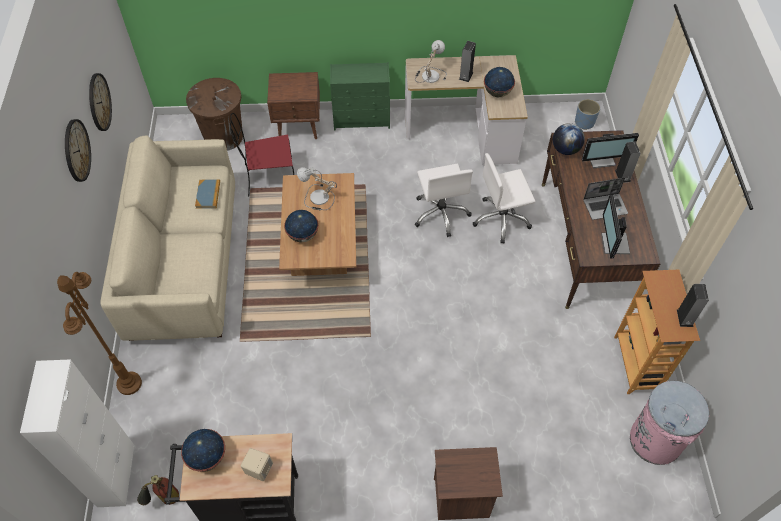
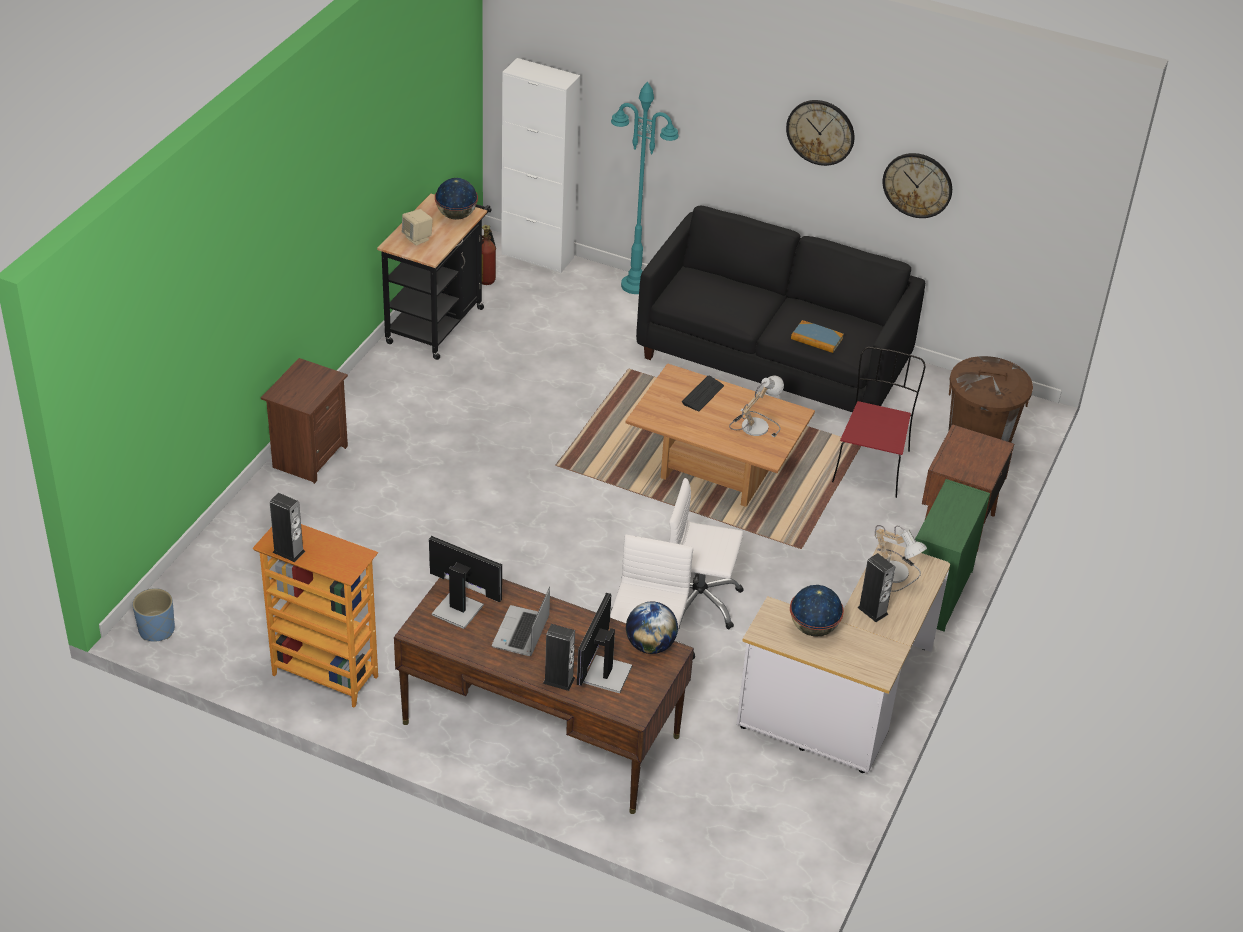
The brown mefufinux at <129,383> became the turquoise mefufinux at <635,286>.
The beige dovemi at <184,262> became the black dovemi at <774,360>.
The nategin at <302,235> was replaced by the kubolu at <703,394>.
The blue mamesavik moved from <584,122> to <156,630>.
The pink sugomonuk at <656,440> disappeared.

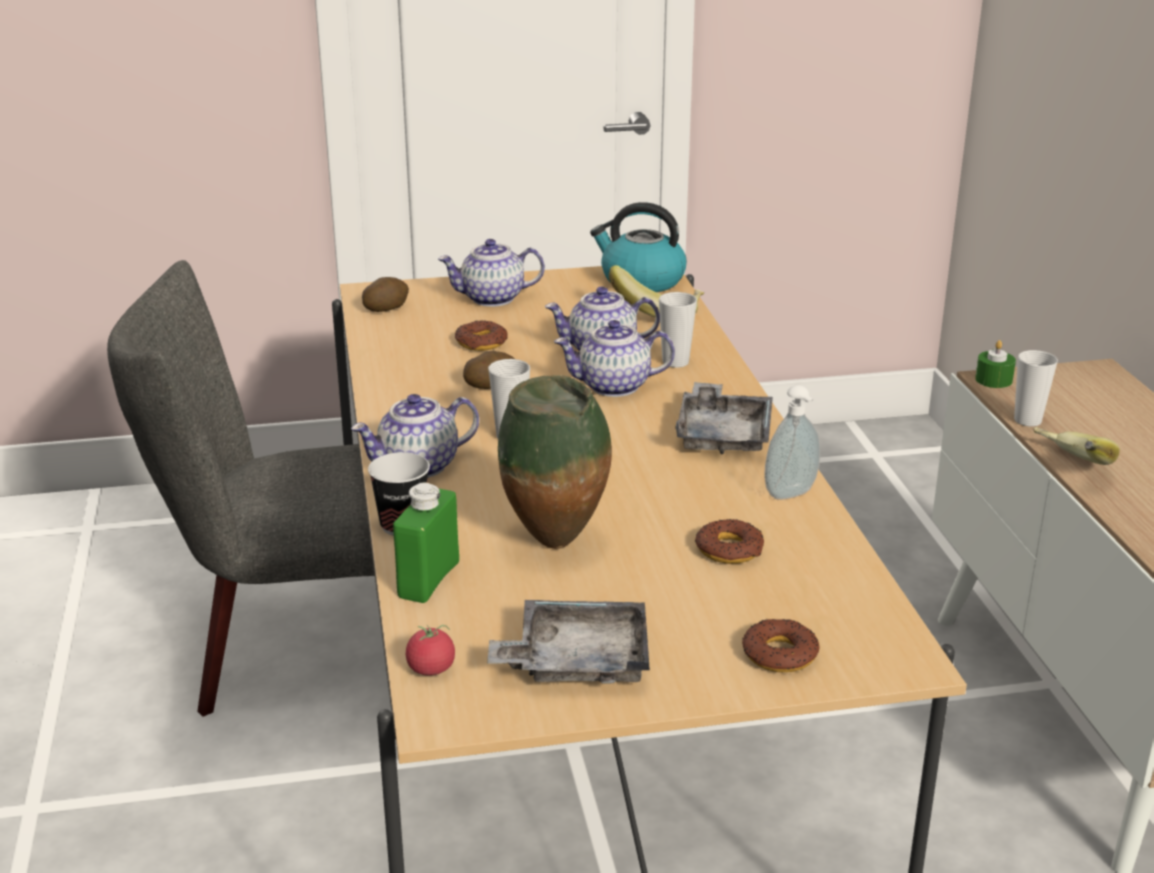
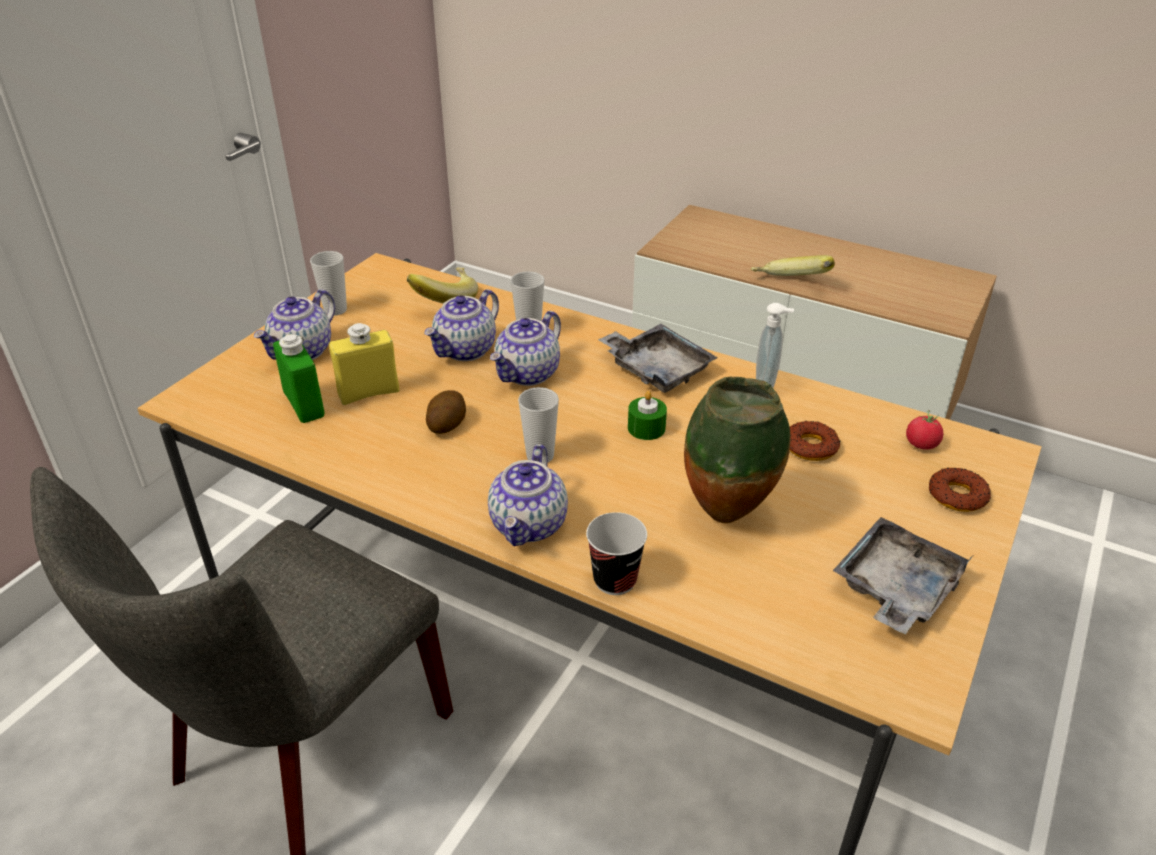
The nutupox at <386,308> disappeared.
The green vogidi moved from <429,580> to <304,405>.
The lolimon moved from <431,669> to <921,444>.
The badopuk at <481,342> was replaced by the yellow vogidi at <369,393>.
The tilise at <641,281> disappeared.
The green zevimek moved from <993,380> to <646,428>.
The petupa moved from <1027,420> to <335,310>.

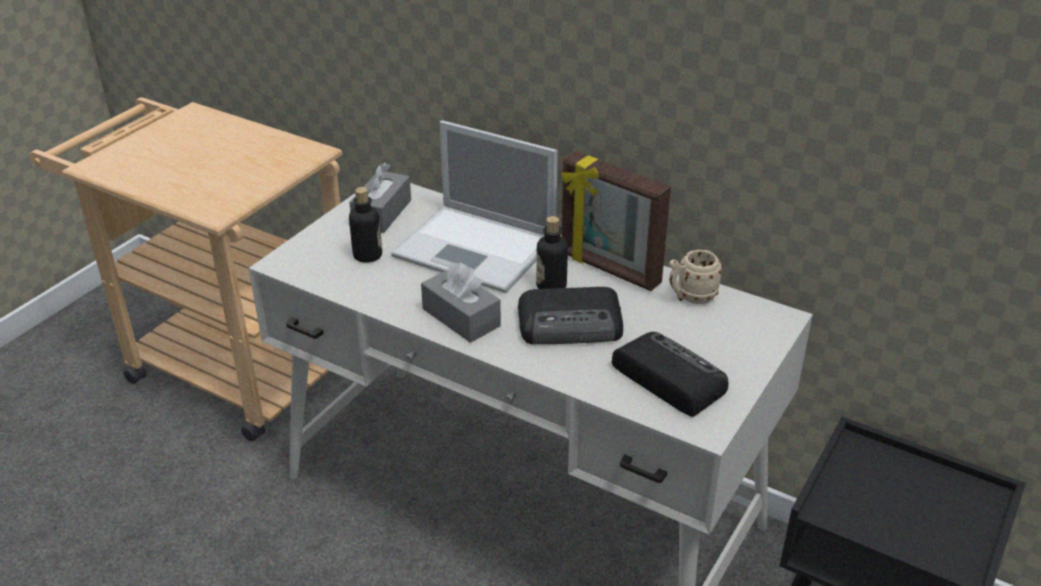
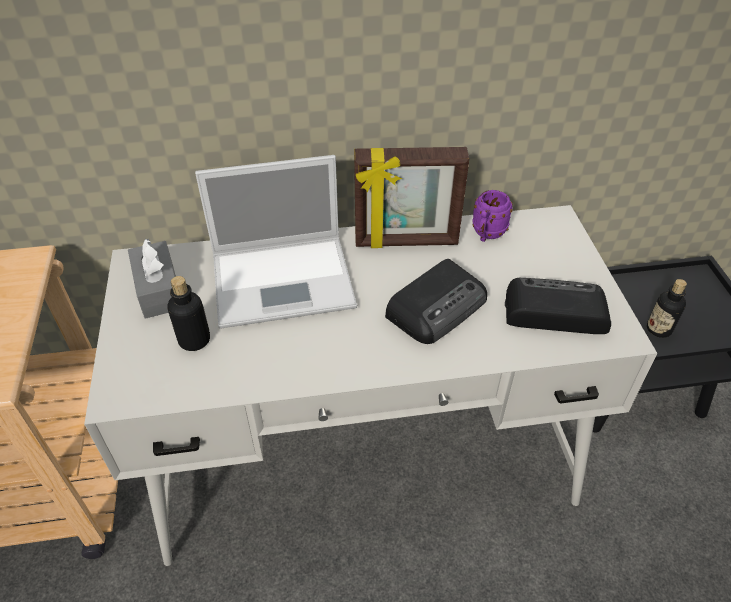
The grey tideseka at <461,317> disappeared.
The vogidi moved from <551,286> to <658,329>.
The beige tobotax at <690,297> became the purple tobotax at <486,234>.

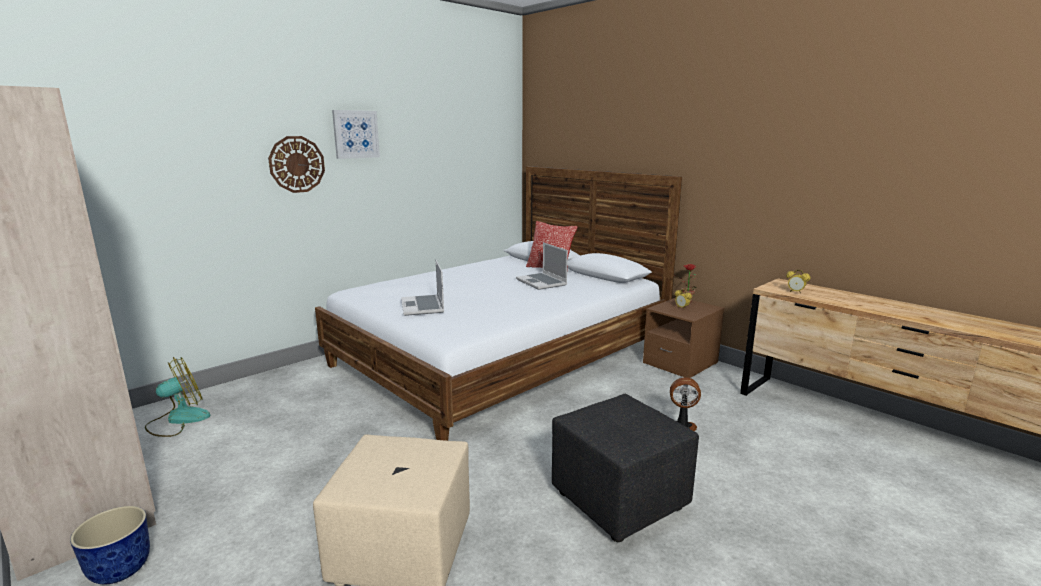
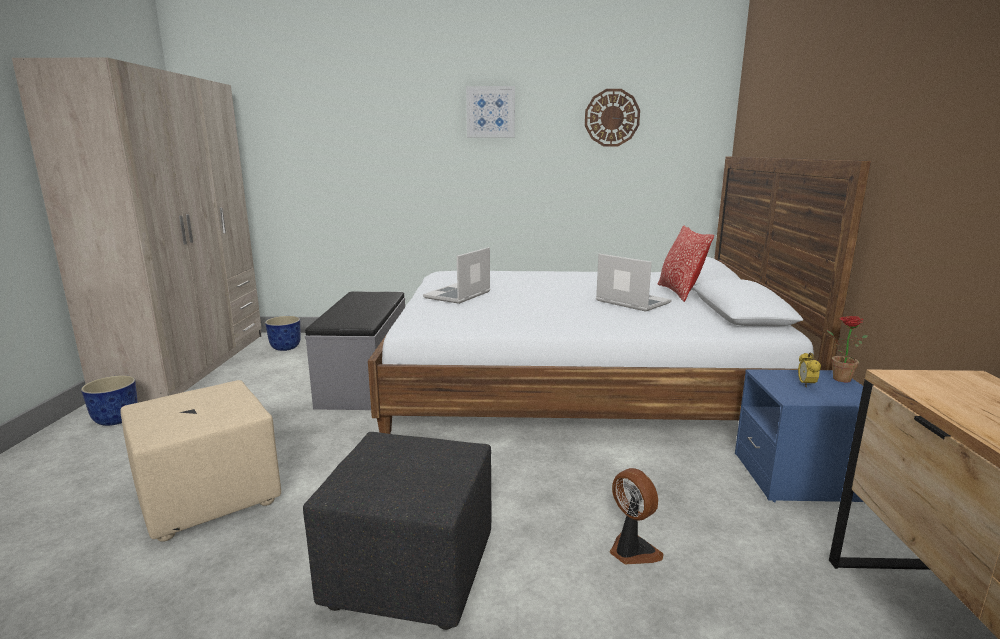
The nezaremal at <178,420> was replaced by the mamesavik at <286,348>.
The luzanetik moved from <297,164> to <612,118>.
The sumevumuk at <542,282> turned 120 degrees clockwise.
The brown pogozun at <680,363> became the blue pogozun at <798,477>.
The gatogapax at <795,292> disappeared.
The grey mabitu at <366,380> appeared.

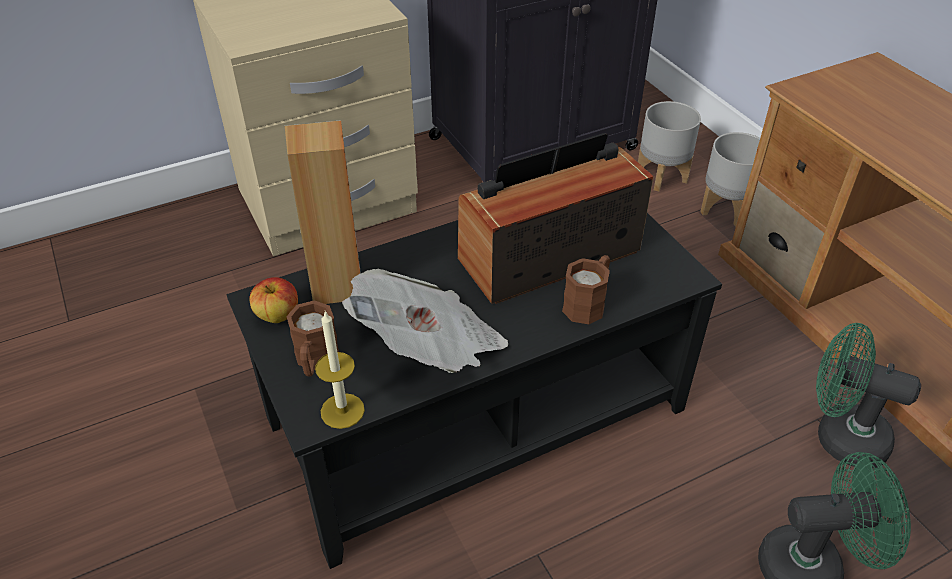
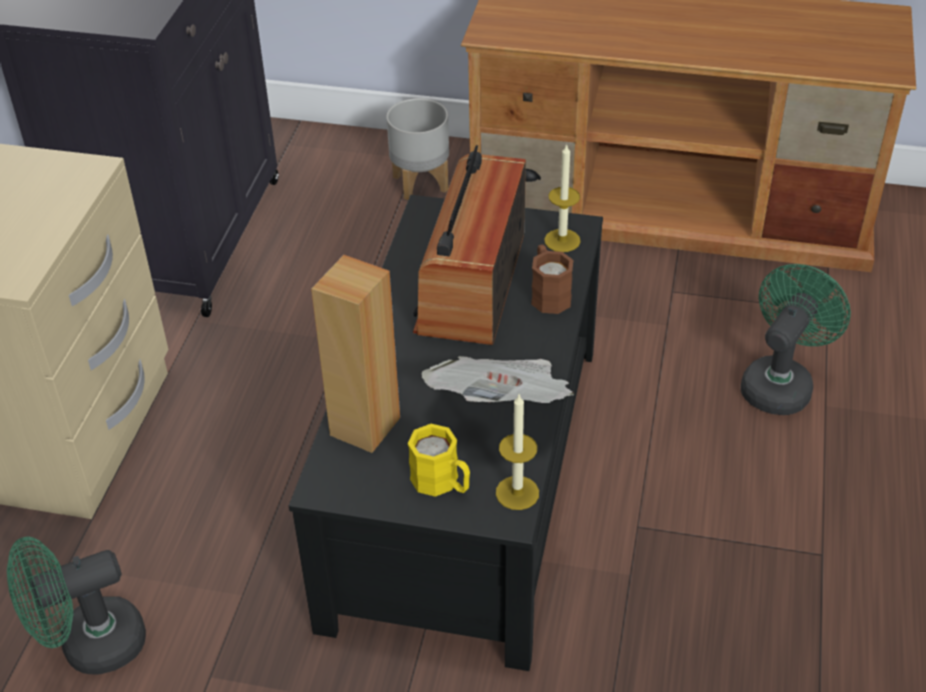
The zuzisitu at <278,315> disappeared.
The brown tobotax at <315,360> became the yellow tobotax at <442,483>.
The grey mamesavik at <662,176> disappeared.
The green nezaremal moved from <839,436> to <90,646>.
The zevimek at <562,240> appeared.

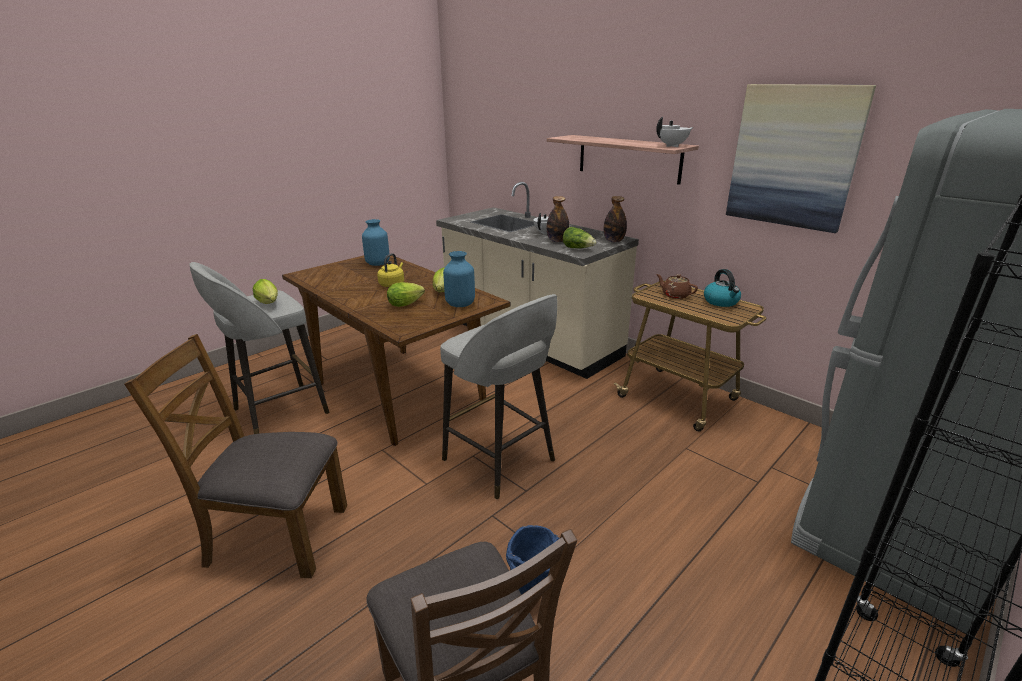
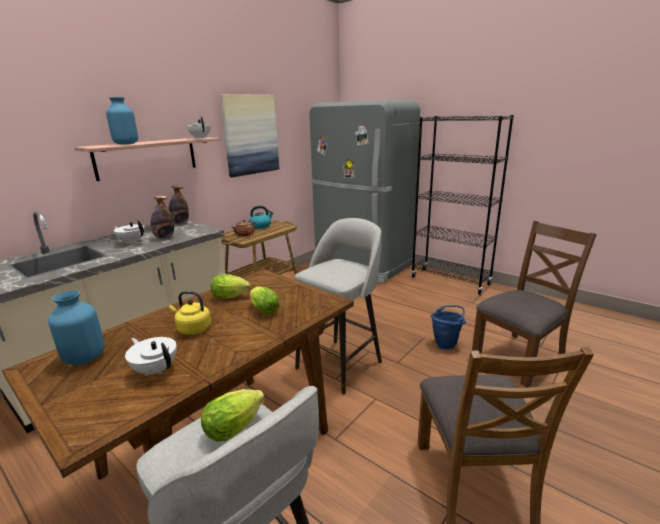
The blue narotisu moved from <460,304> to <126,144>.
The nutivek at <578,248> disappeared.
The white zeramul at <155,369> appeared.

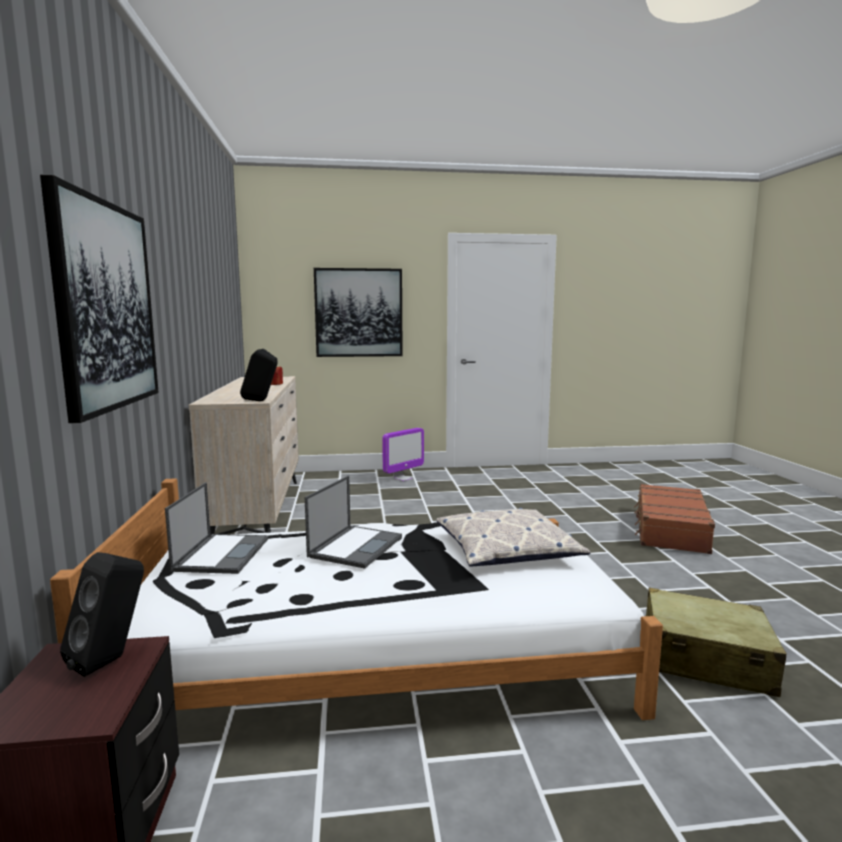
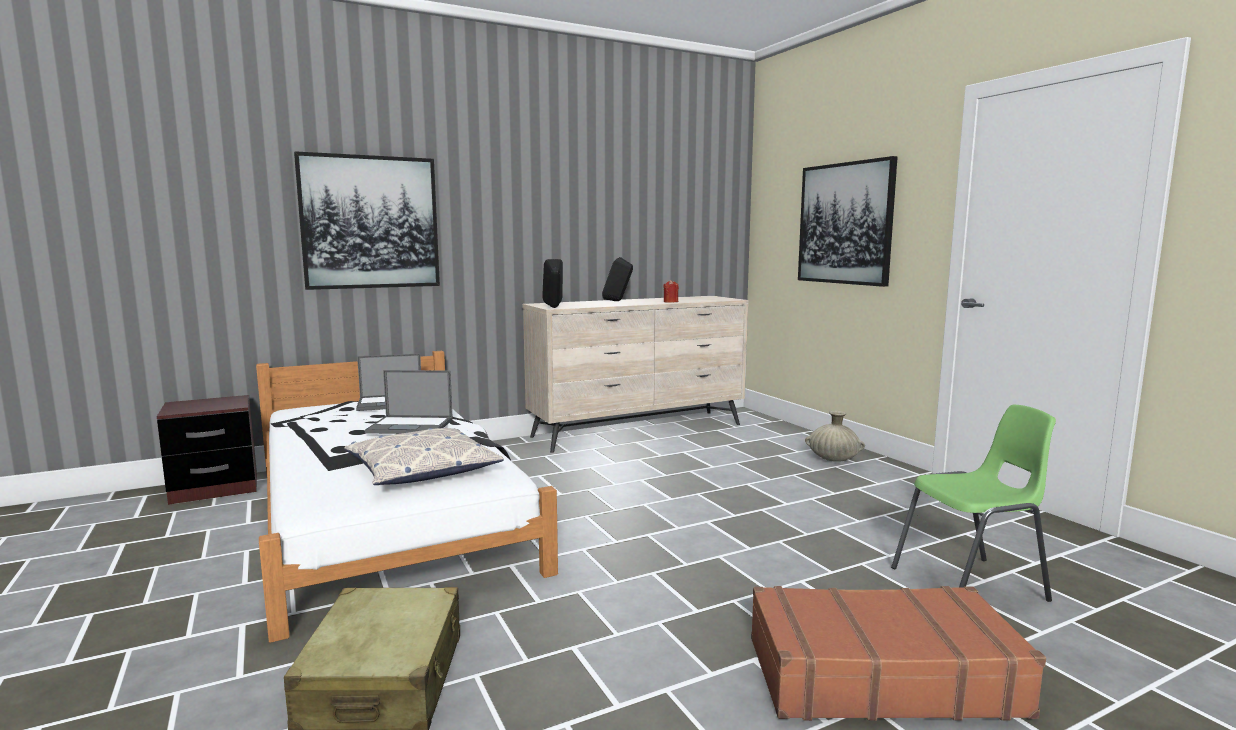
The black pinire moved from <111,660> to <617,301>.
The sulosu at <403,478> was replaced by the beige narotisu at <833,459>.
The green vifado at <970,585> appeared.

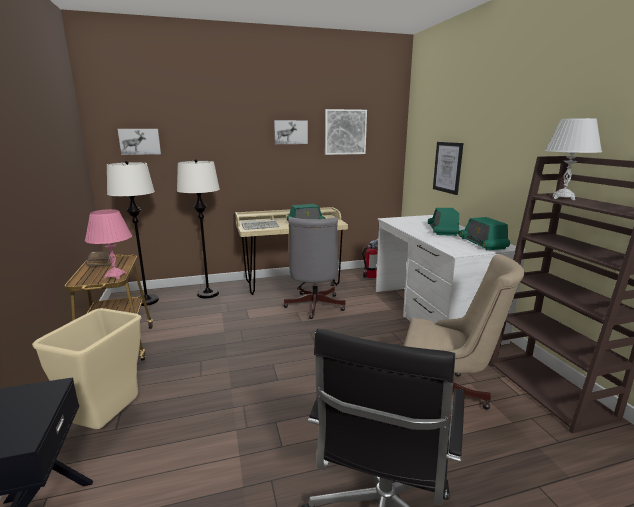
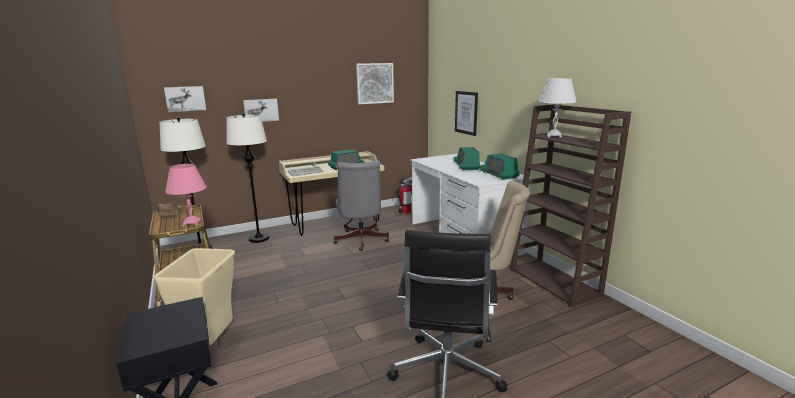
The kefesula moved from <290,132> to <261,110>.

